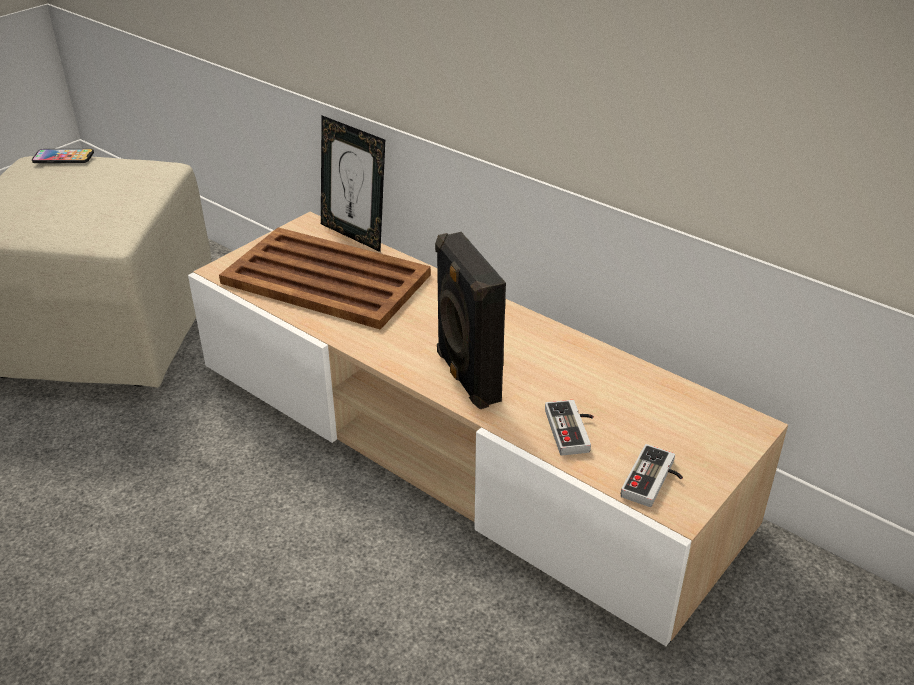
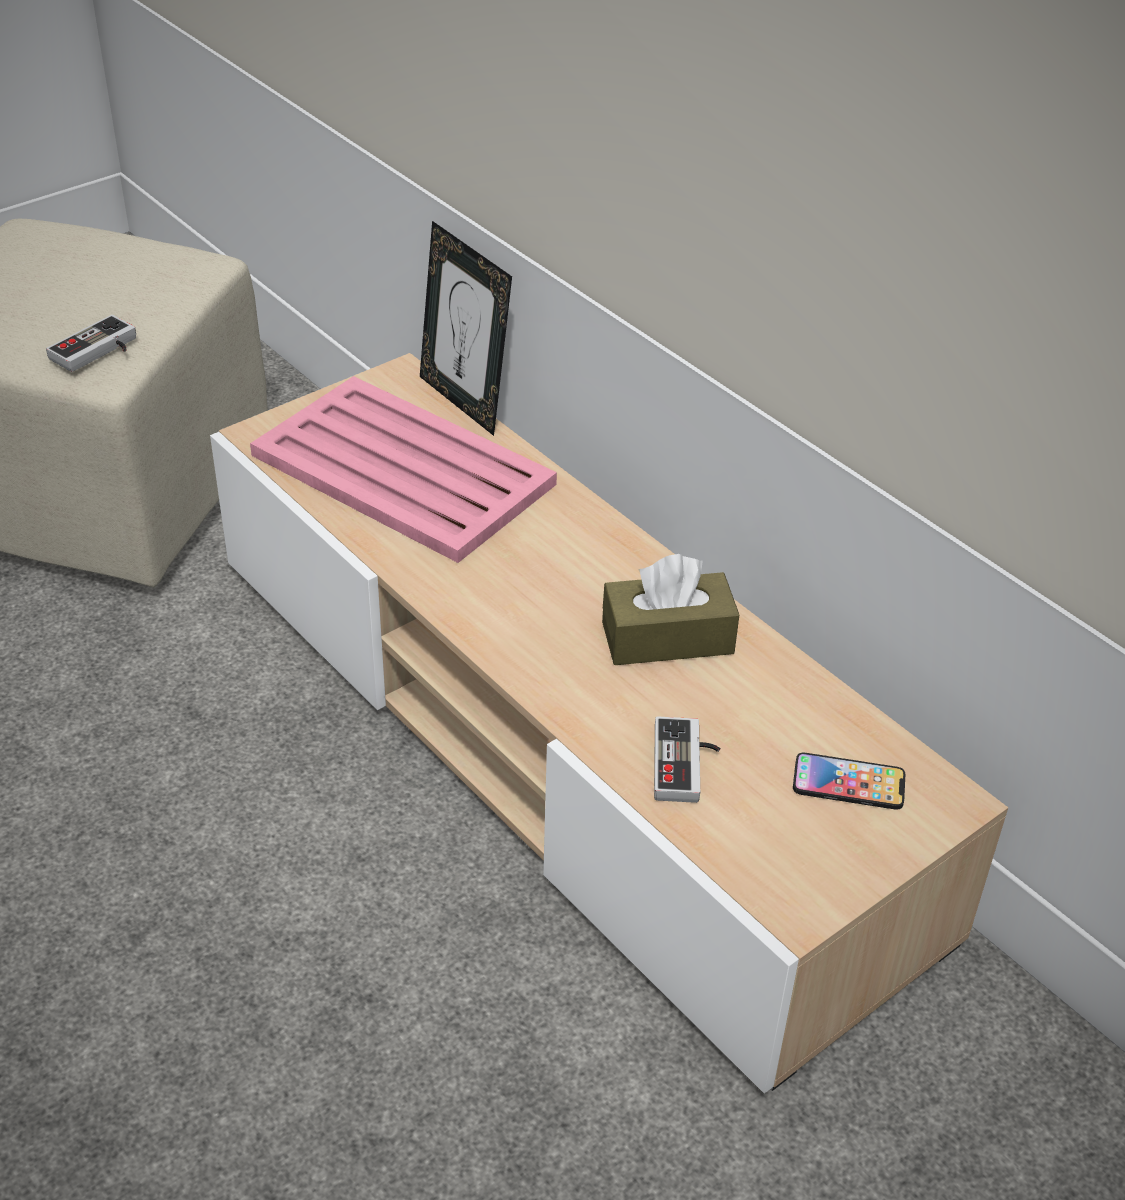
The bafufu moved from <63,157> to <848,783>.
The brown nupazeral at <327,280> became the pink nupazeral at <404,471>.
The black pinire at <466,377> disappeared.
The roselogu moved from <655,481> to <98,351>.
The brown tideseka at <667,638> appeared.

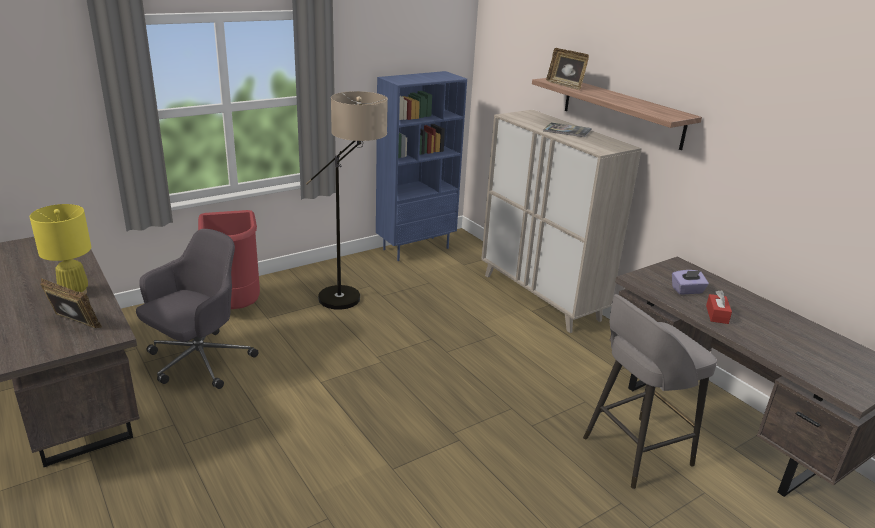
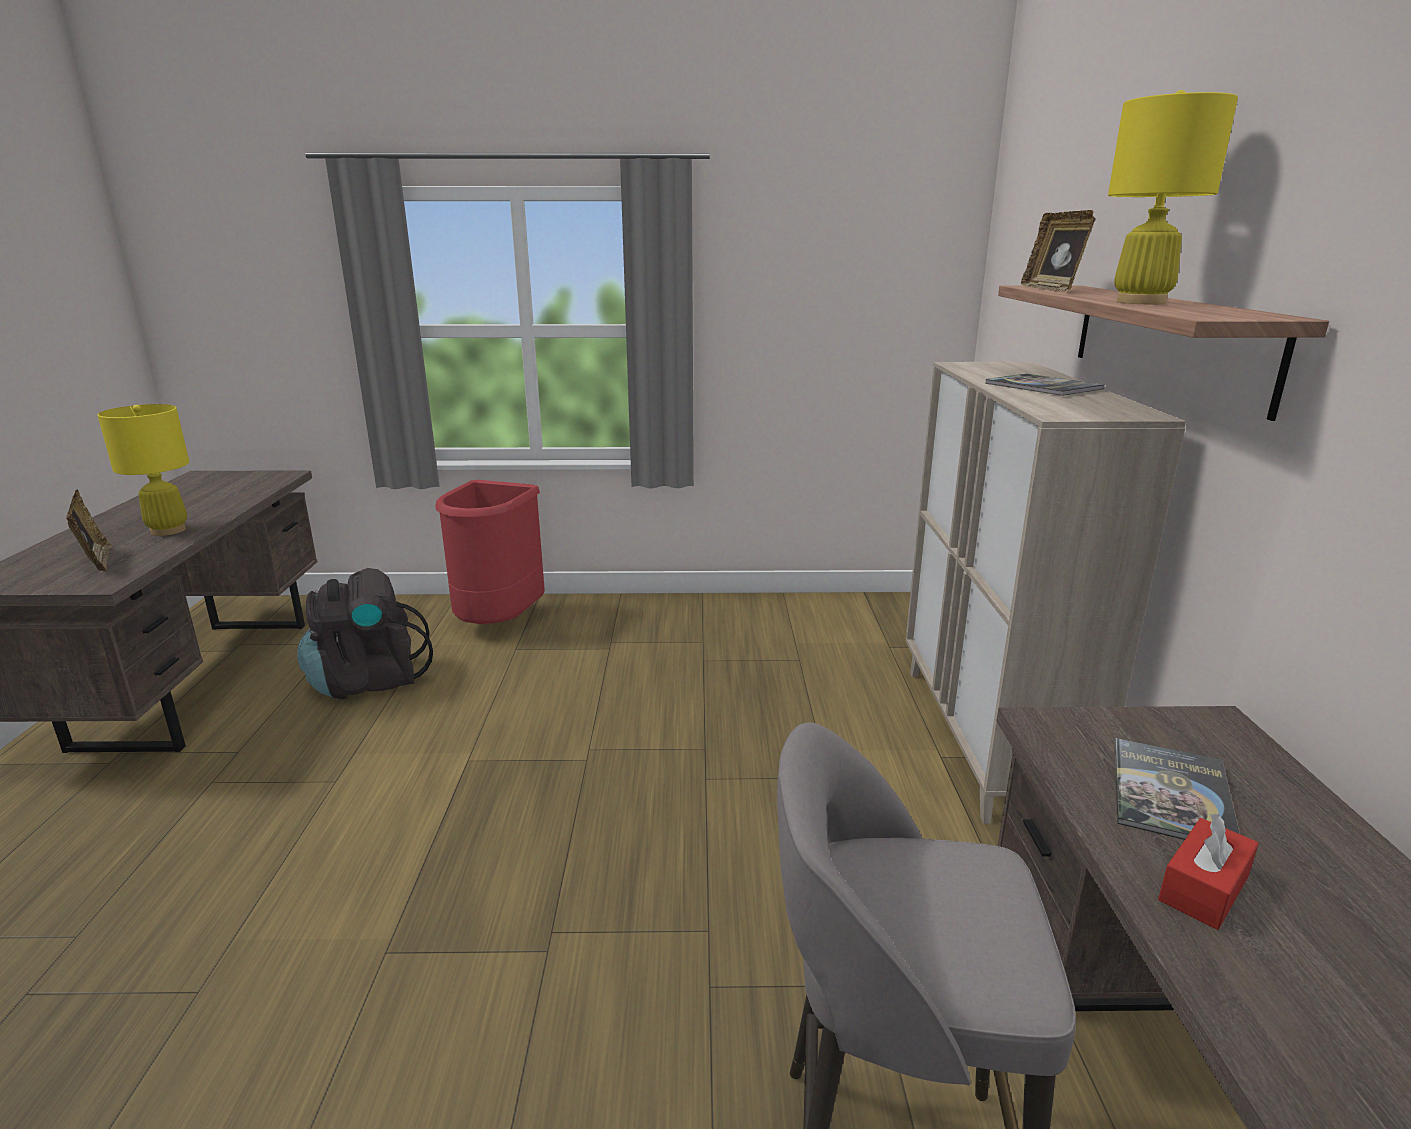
The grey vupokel at <198,362> was replaced by the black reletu at <369,680>.
The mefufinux at <350,305> disappeared.
The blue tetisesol at <416,248> disappeared.
The purple tideseka at <687,290> was replaced by the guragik at <1171,794>.
The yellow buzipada at <1141,302> appeared.

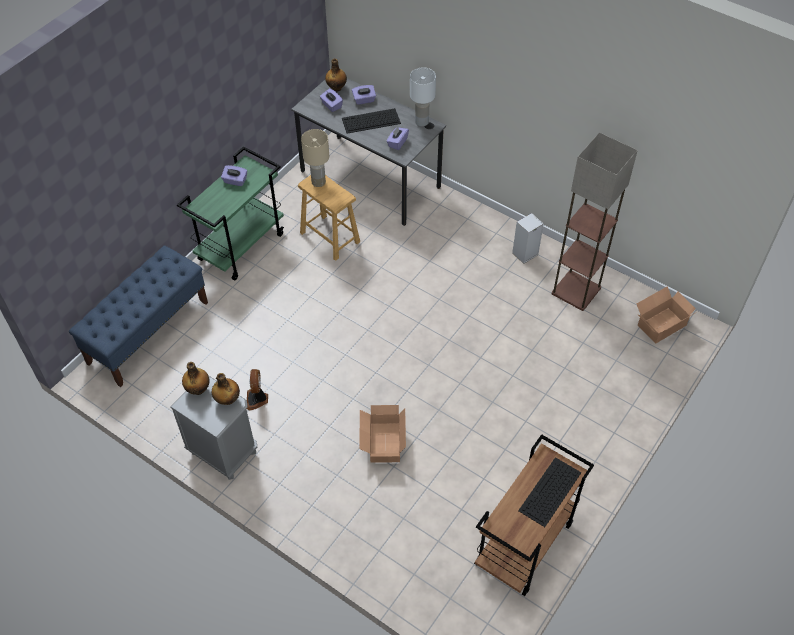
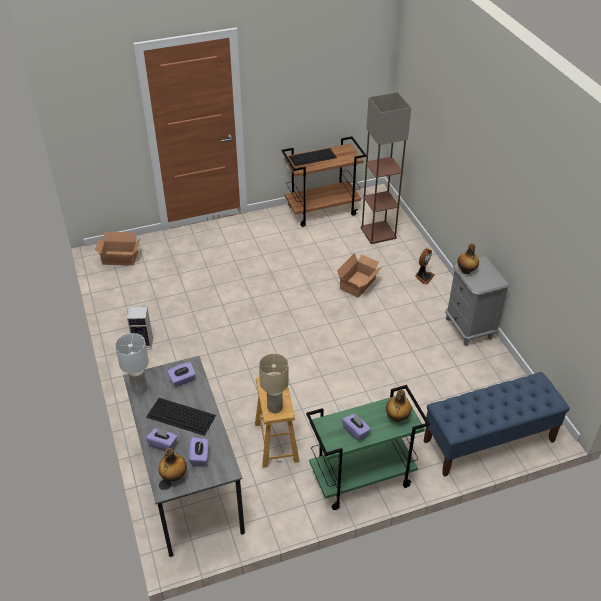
The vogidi moved from <198,389> to <397,417>.
The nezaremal moved from <257,399> to <423,277>.
The mefufinux moved from <577,290> to <377,232>.

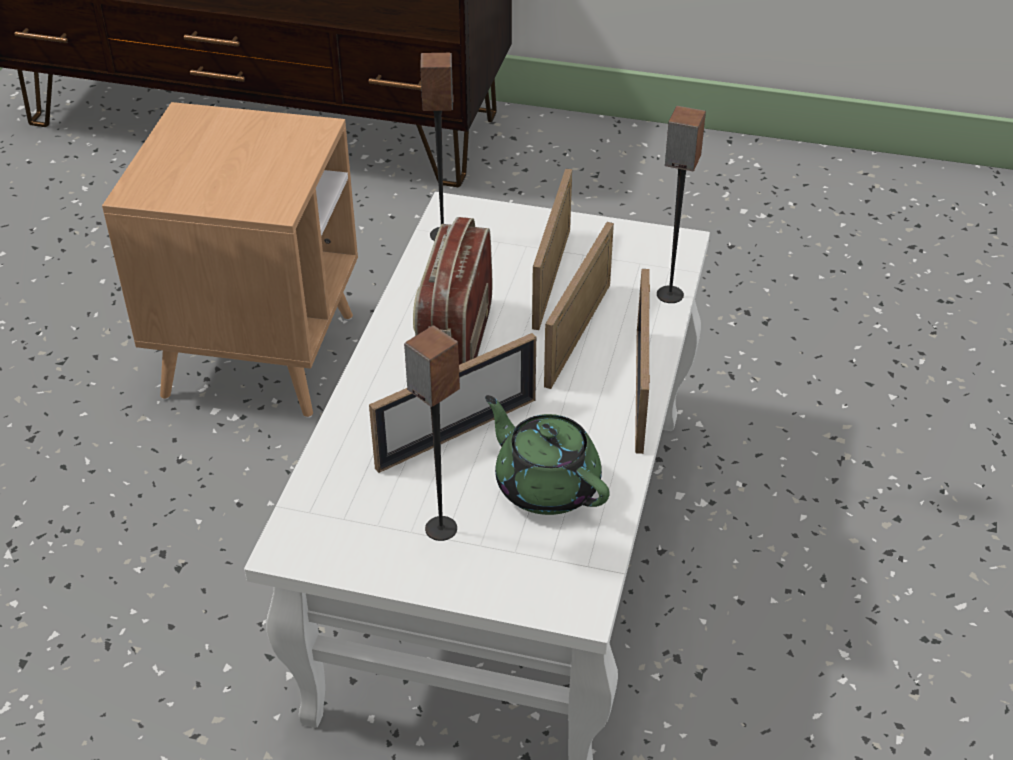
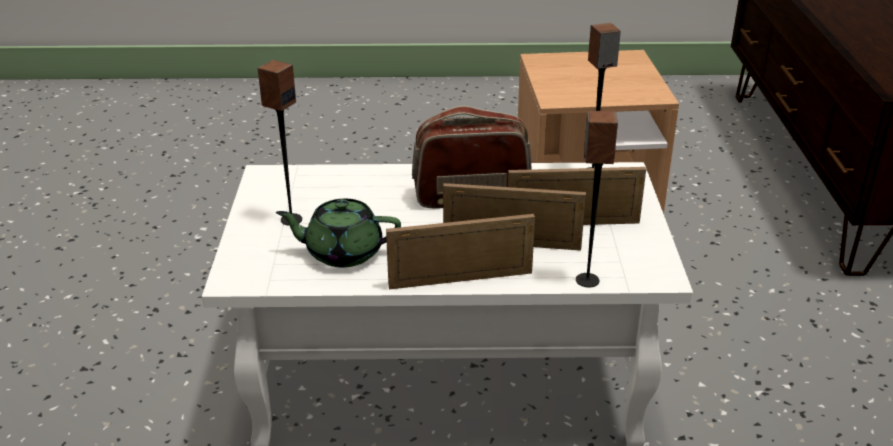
The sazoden at <457,433> disappeared.
The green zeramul at <546,485> turned 120 degrees counterclockwise.

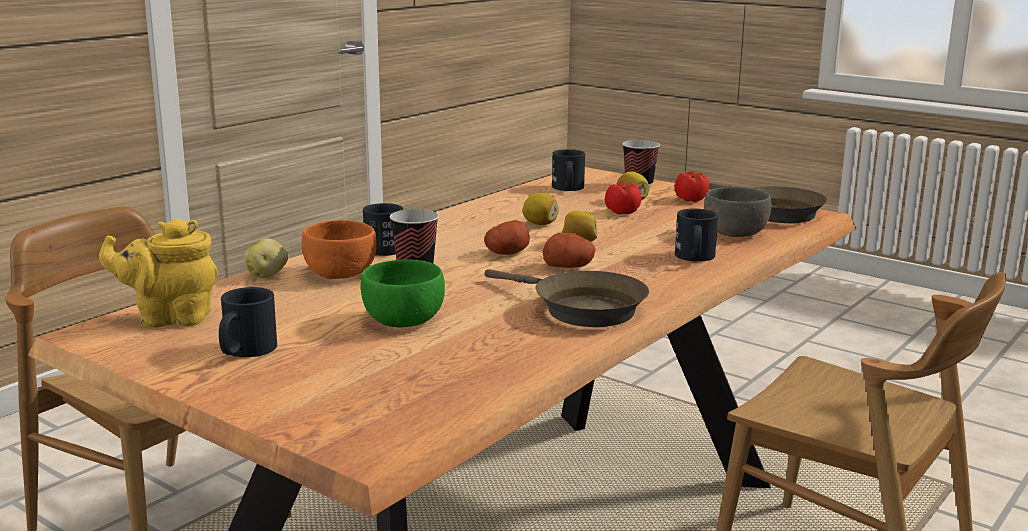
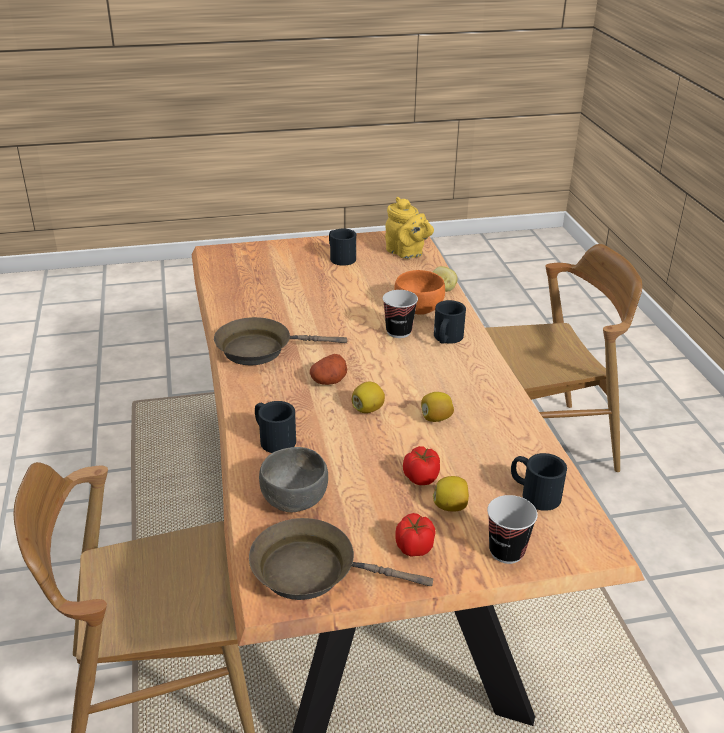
The yellow zeramul at <170,318> turned 105 degrees clockwise.
The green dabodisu at <404,320> disappeared.
The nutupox at <507,253> disappeared.

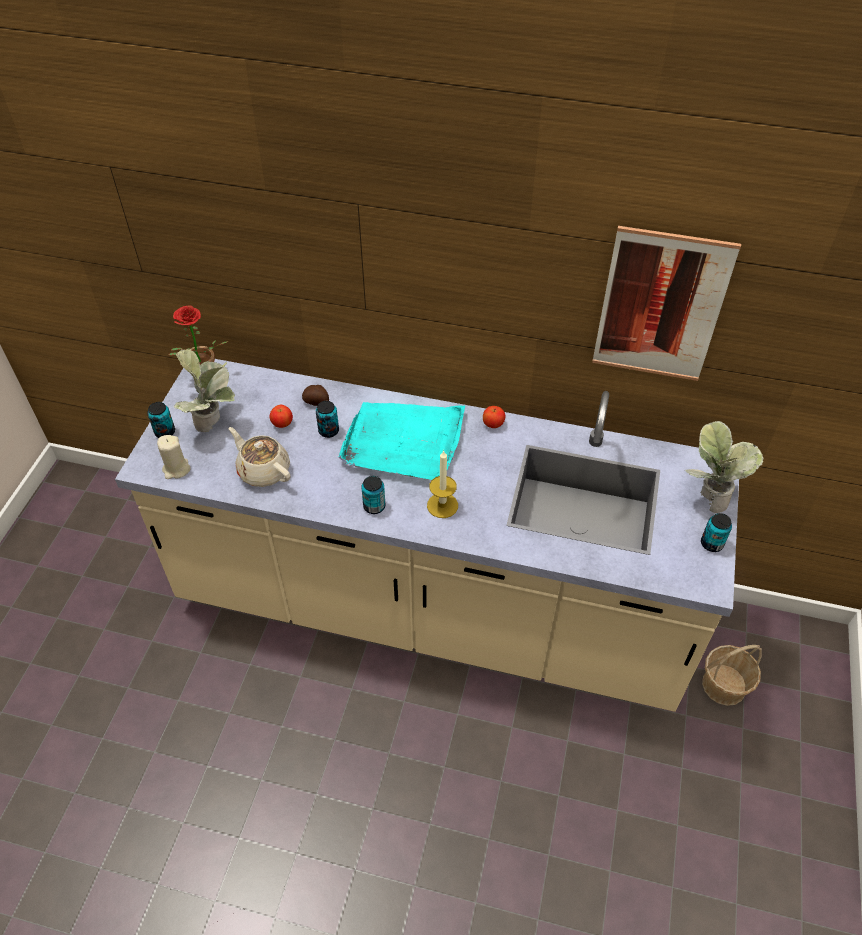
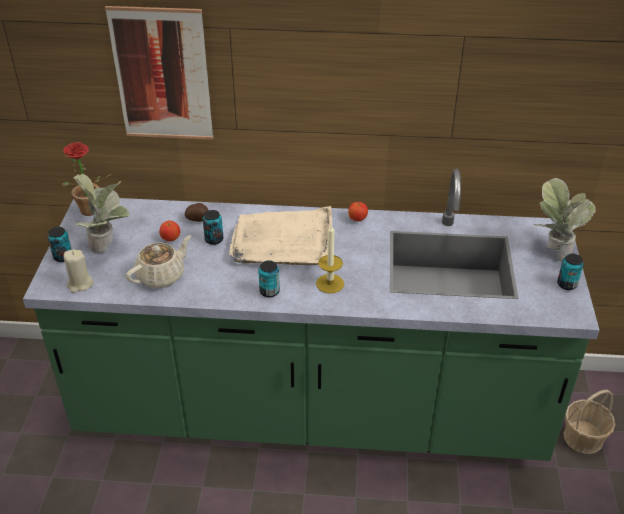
The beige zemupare at <431,608> became the green zemupare at <311,411>.
The beige zeramul at <263,470> turned 105 degrees clockwise.
The turquoise nupazeral at <404,442> became the beige nupazeral at <283,240>.
The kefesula moved from <660,306> to <162,75>.

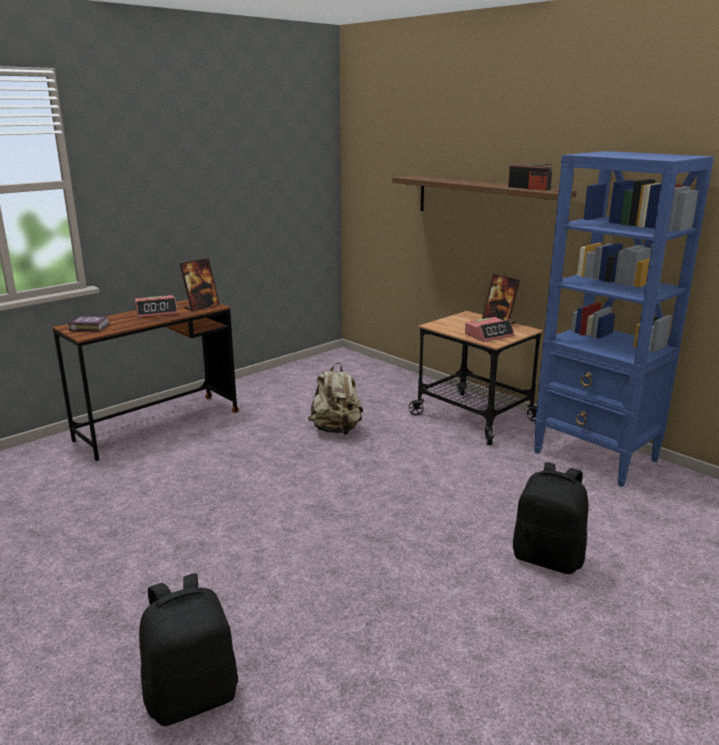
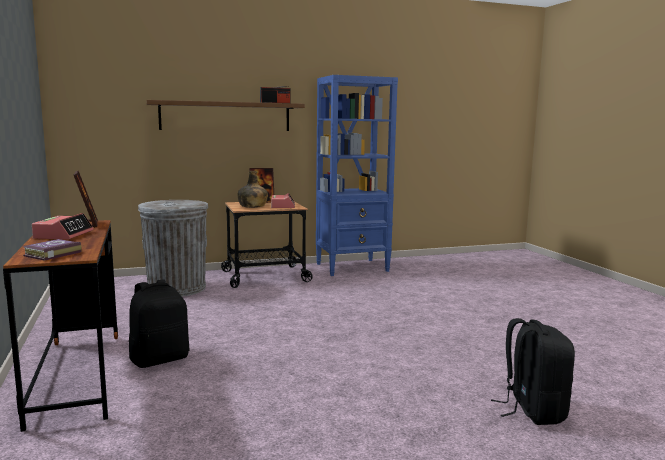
The beige reletu at <336,430> disappeared.
The black reletu moved from <548,558> to <160,359>.
The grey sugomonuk at <176,288> appeared.
The green vogidi at <252,206> appeared.

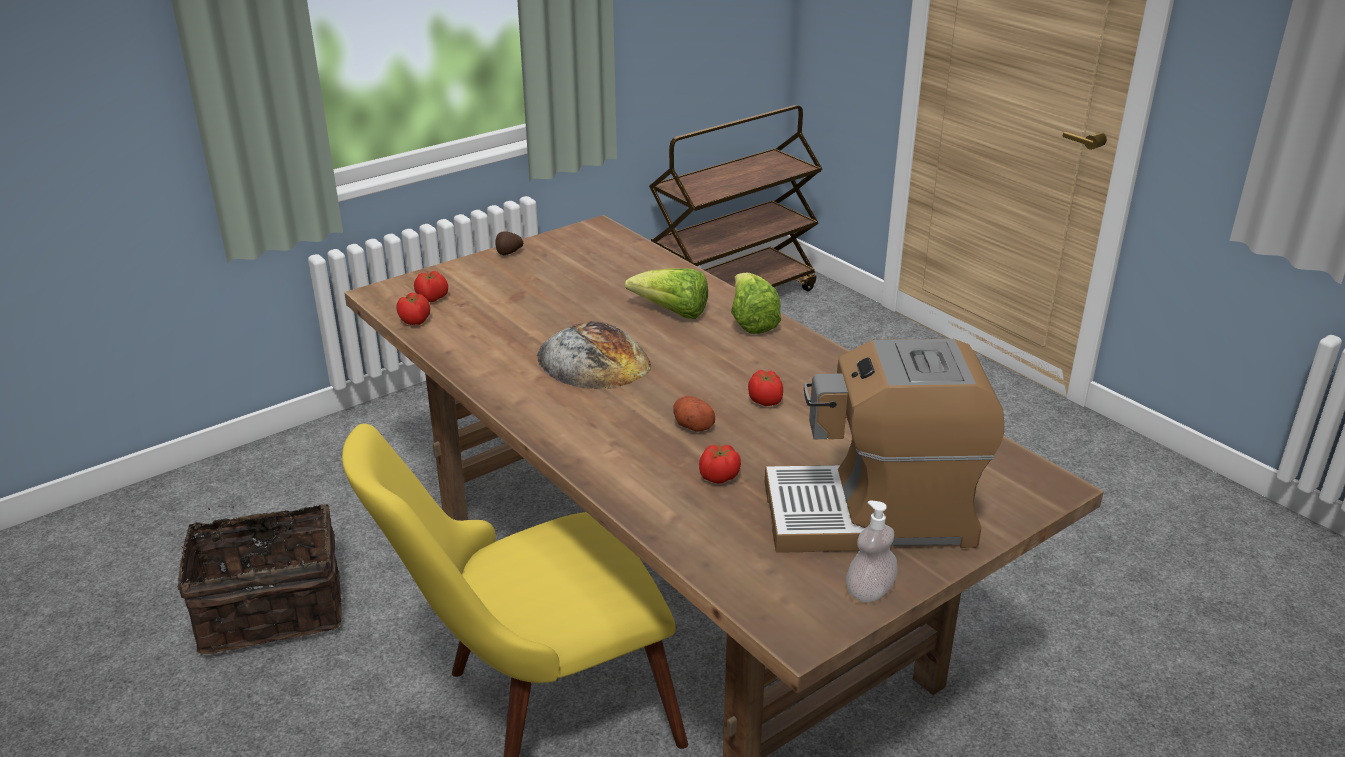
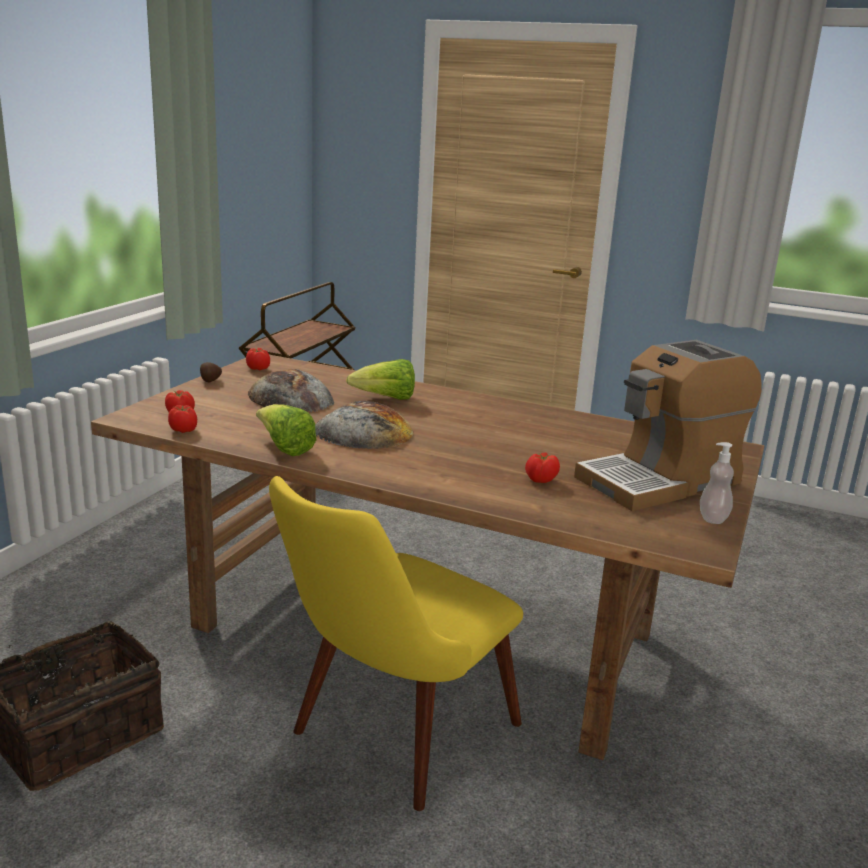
The nutupox at <692,425> disappeared.
The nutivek moved from <751,322> to <284,448>.
The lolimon moved from <765,401> to <258,368>.
The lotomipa at <290,398> appeared.

